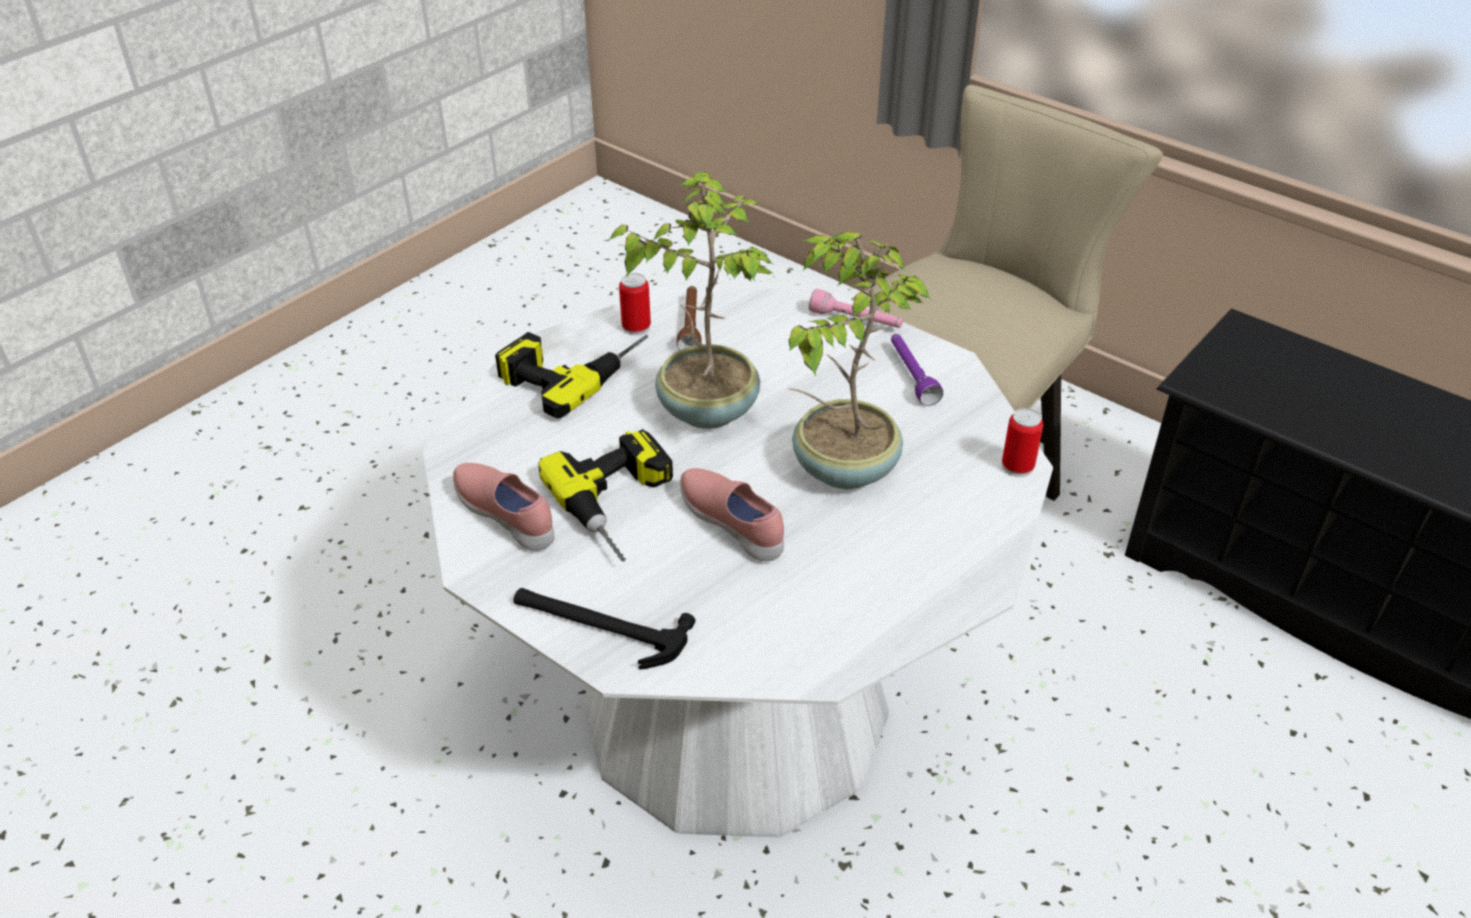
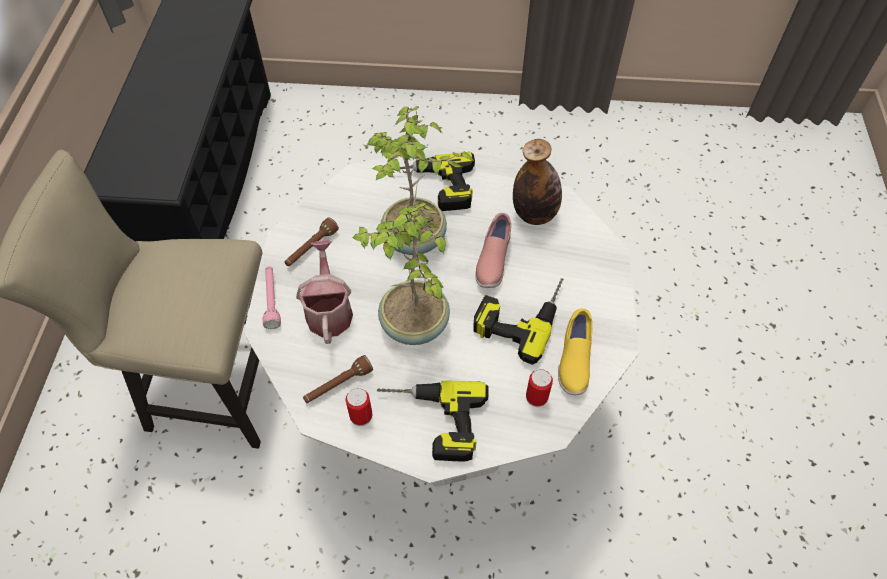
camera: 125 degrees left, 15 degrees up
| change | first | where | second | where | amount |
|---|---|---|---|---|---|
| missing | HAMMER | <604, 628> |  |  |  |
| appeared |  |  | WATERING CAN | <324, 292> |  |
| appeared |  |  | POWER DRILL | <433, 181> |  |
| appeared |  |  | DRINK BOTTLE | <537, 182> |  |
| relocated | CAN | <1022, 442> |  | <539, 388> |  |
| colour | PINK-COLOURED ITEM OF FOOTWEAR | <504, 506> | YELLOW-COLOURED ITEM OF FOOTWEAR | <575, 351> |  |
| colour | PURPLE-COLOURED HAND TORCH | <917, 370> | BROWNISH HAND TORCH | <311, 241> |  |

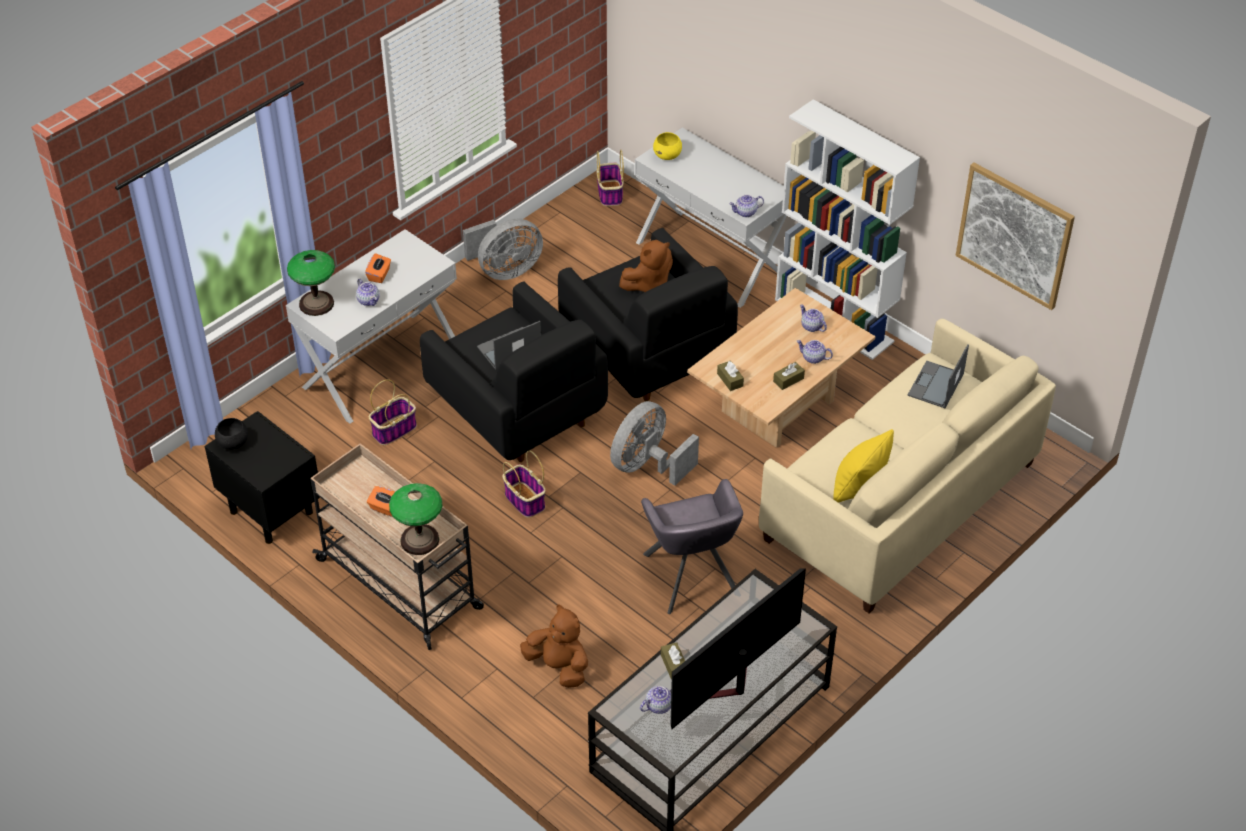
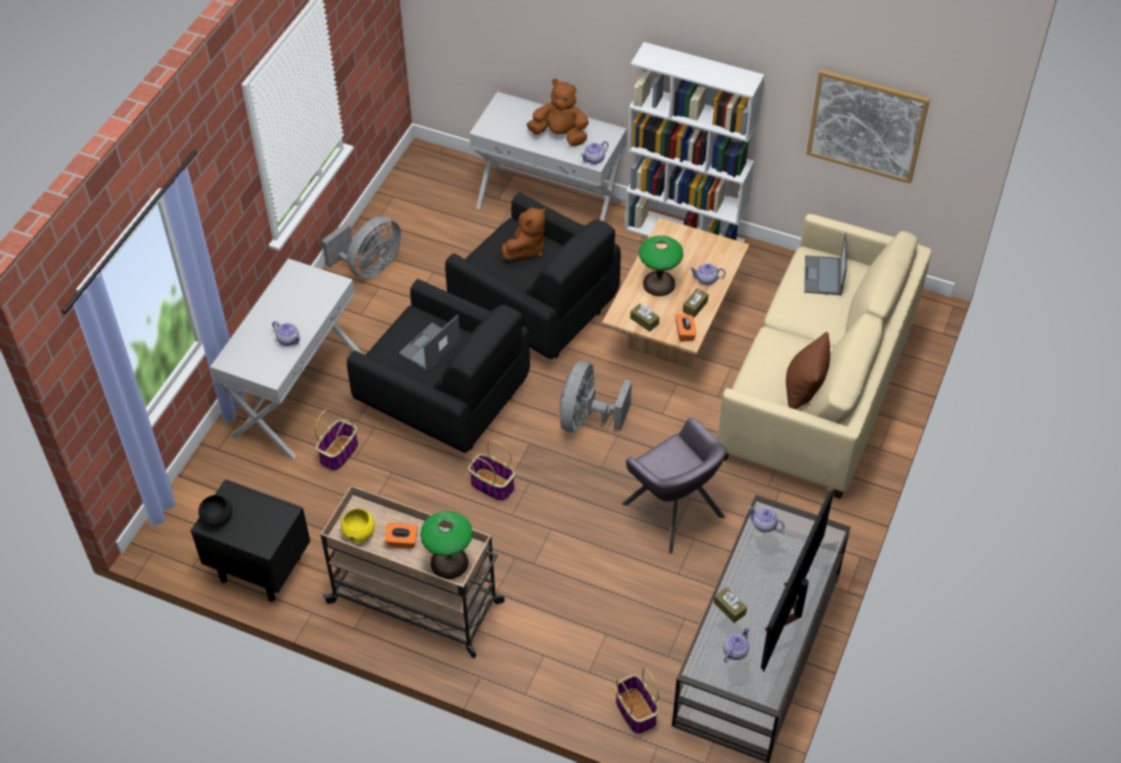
camera: 20 degrees left, 5 degrees up
| change | first | where | second | where | amount |
|---|---|---|---|---|---|
| relocated | TABLETOP LAMP | <311, 283> |  | <661, 266> |  |
| relocated | ORANGE TISSUE BOX | <378, 268> |  | <686, 328> |  |
| relocated | BROWNISH CUDDLY TOY | <554, 646> |  | <558, 112> |  |
| relocated | HOUSEHOLD BASKET | <610, 177> |  | <637, 701> |  |
| relocated | YELLOW-COLOURED BOWL | <667, 146> |  | <358, 526> |  |
| relocated | TEA POT | <813, 318> |  | <766, 519> |  |
| colour | YELLOW-COLOURED PILLOW | <863, 466> | BROWNISH PILLOW | <808, 370> |  |

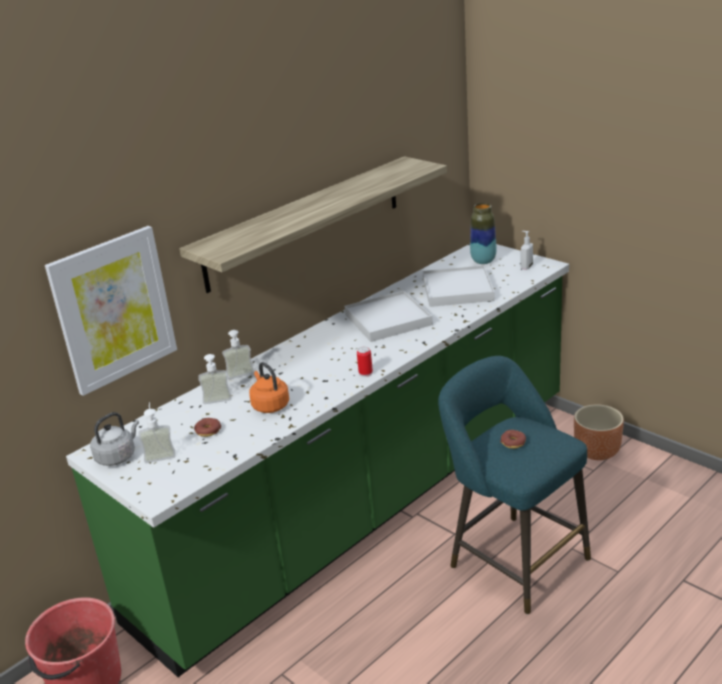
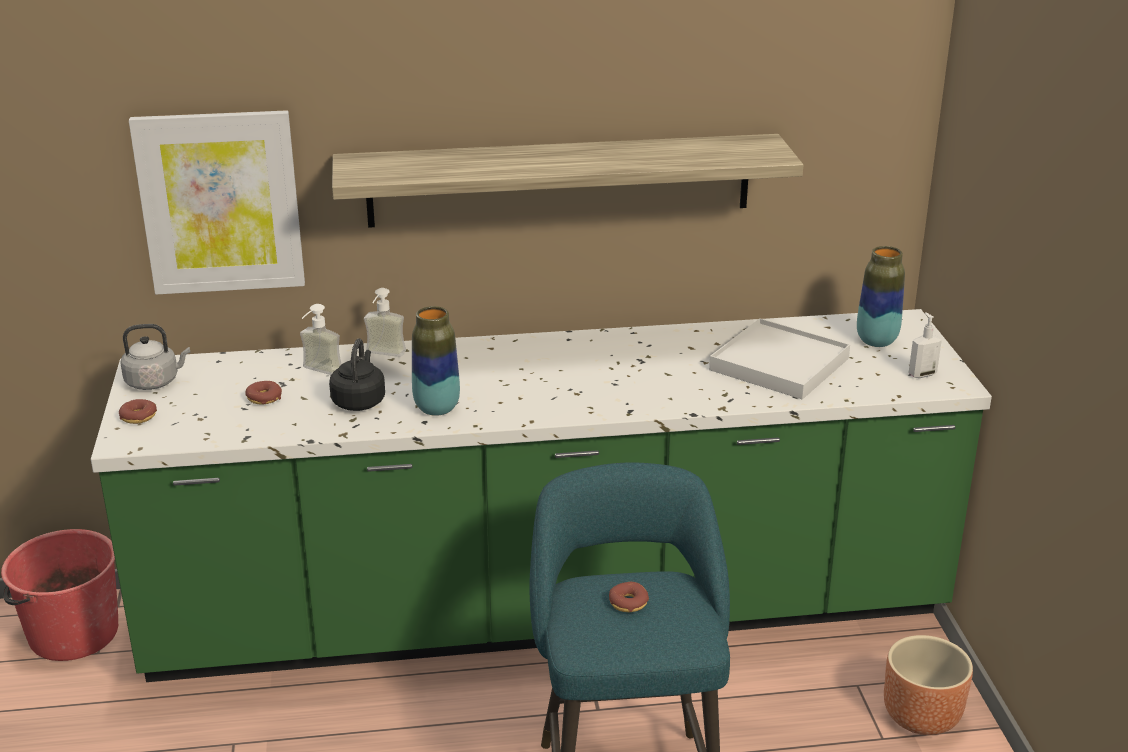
camera: 35 degrees right, 0 degrees up
| change | first | where | second | where | amount |
|---|---|---|---|---|---|
| missing | LIQUID SOAP BOTTLE | <157, 432> |  |  |  |
| missing | WHITE-COLOURED TRAY | <389, 316> |  |  |  |
| missing | CAN | <365, 362> |  |  |  |
| appeared |  |  | RING DOUGHNUT | <138, 411> |  |
| appeared |  |  | FLOWER VASE | <436, 361> |  |
| colour | ORANGE WATER KETTLE | <269, 387> | BLACK WATER KETTLE | <357, 375> |  |

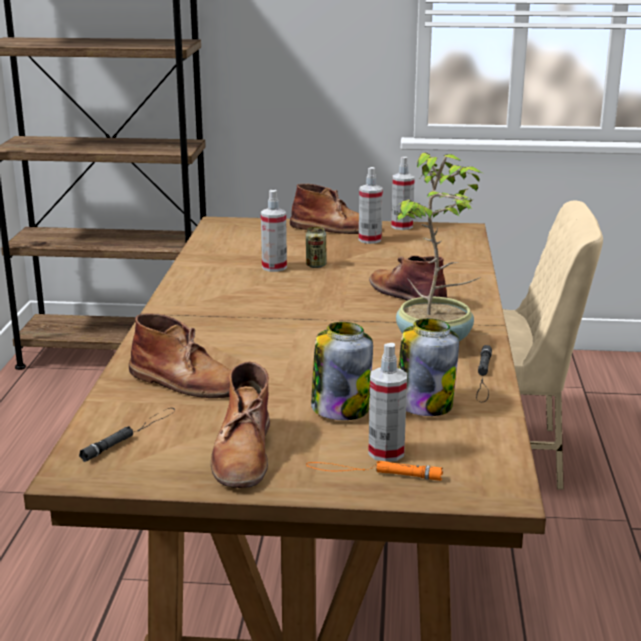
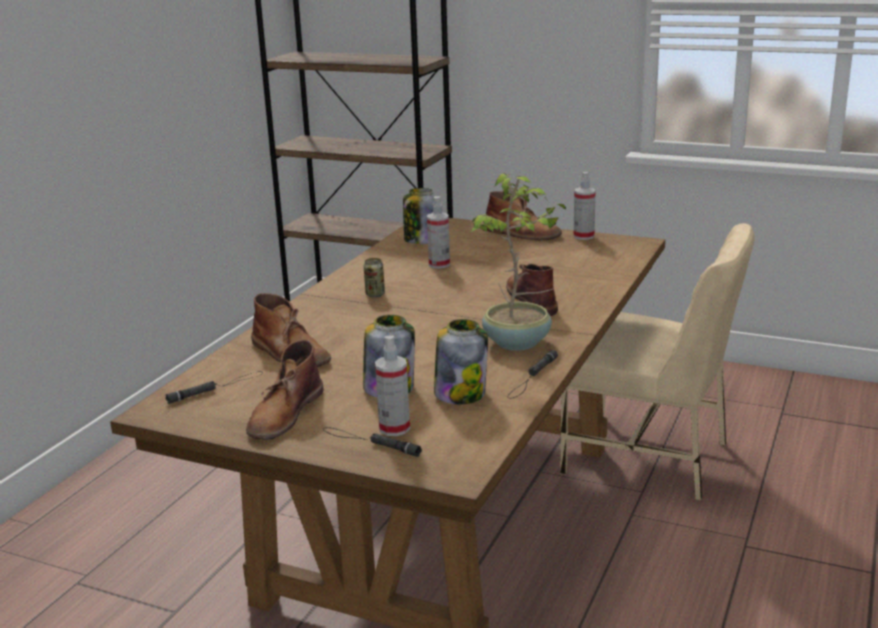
camera: 20 degrees right, 0 degrees up
| change | first | where | second | where | amount |
|---|---|---|---|---|---|
| missing | SPRAY BOTTLE | <371, 205> |  |  |  |
| appeared |  |  | JAR | <420, 216> |  |
| relocated | CAN | <316, 247> |  | <374, 277> |  |
| colour | ORANGE HAND TORCH | <374, 471> | BLACK HAND TORCH | <372, 442> |  |

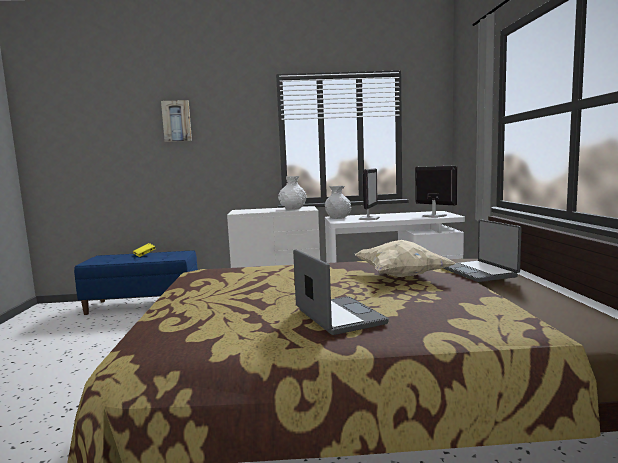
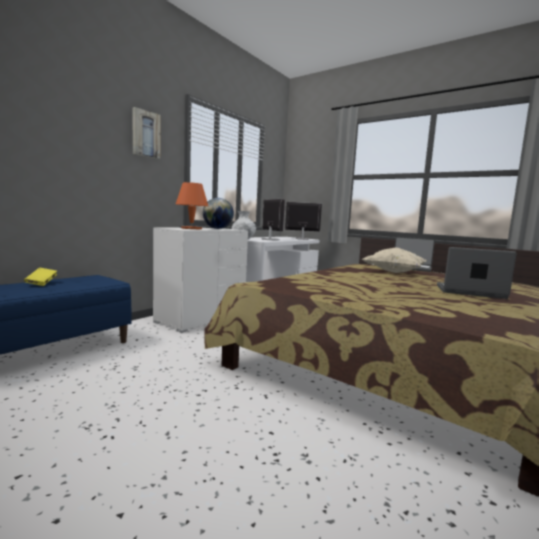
camera: 50 degrees left, 0 degrees up
| change | first | where | second | where | amount |
|---|---|---|---|---|---|
| appeared |  |  | ORANGE TABLETOP LAMP | <192, 205> |  |
| relocated | WALL PICTURE | <176, 121> |  | <146, 133> |  |
| exchanged | WHITE-COLOURED FLOWER VASE | <292, 193> | GLOBE | <218, 213> |  |

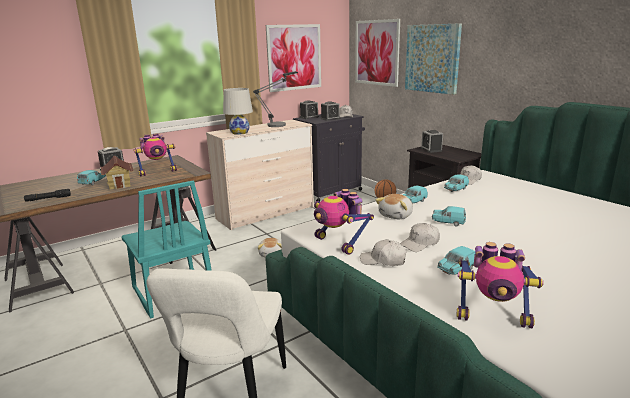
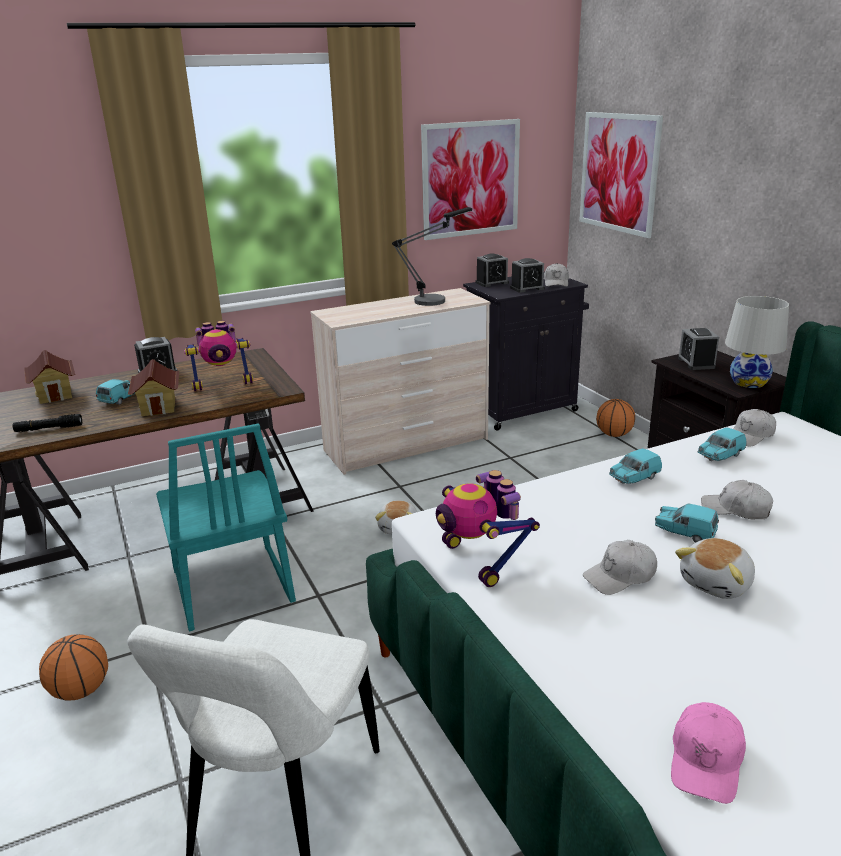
camera: 10 degrees right, 5 degrees up
| change | first | where | second | where | amount |
|---|---|---|---|---|---|
| missing | WALL PICTURE | <433, 59> |  |  |  |
| missing | TURQUOISE-COLOURED MINIATURE CAR | <456, 260> |  |  |  |
| appeared |  |  | TOY HOUSE | <49, 377> |  |
| appeared |  |  | BASKETBALL BALL | <73, 667> |  |
| relocated | WHITE-COLOURED TABLETOP LAMP | <238, 111> |  | <757, 342> |  |
| relocated | WHITE-COLOURED PEAKED CAP | <383, 252> |  | <737, 500> |  |
| relocated | CUDDLY TOY | <394, 206> |  | <715, 568> |  |
| exchanged | ROBOT FIGURE | <500, 285> | PINK-COLOURED PEAKED CAP | <708, 753> |  |

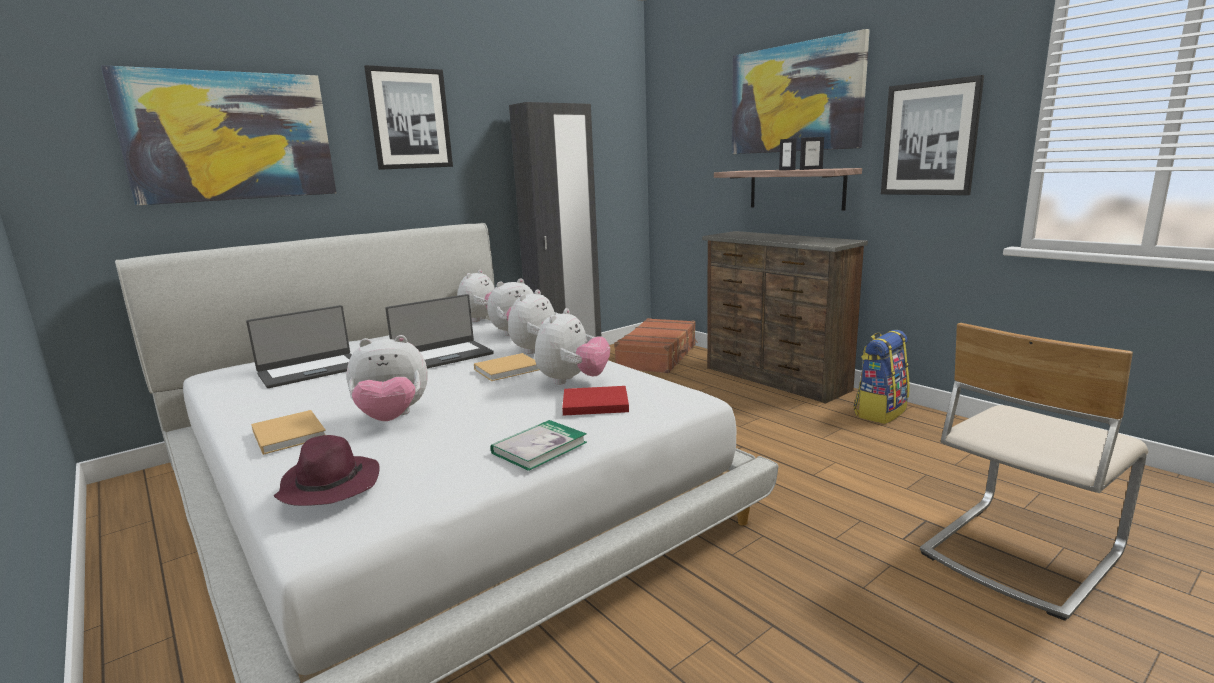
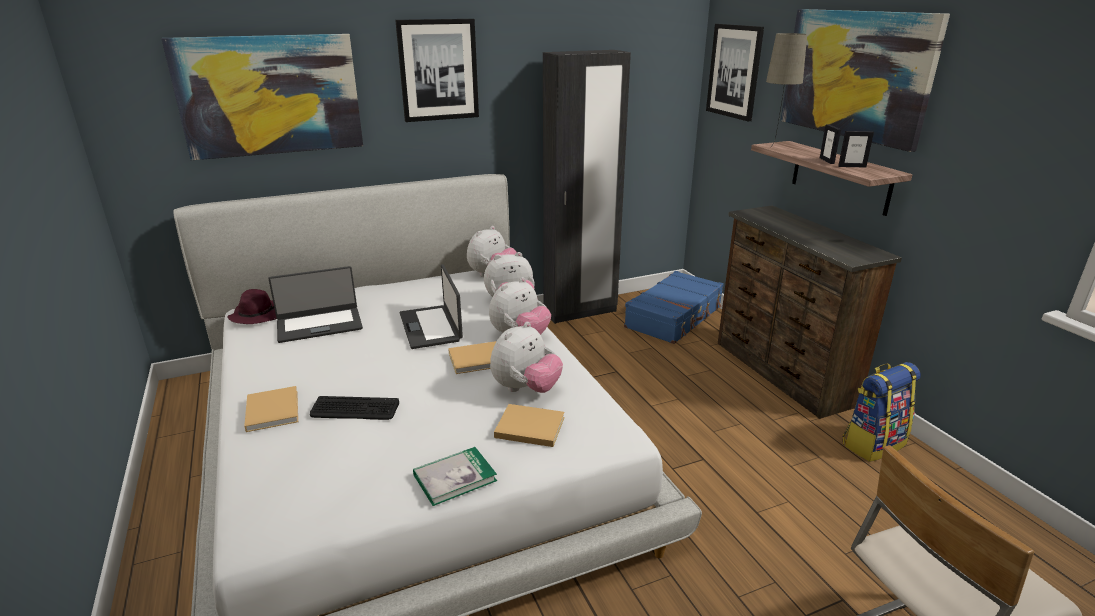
camera: 15 degrees right, 10 degrees up
| change | first | where | second | where | amount |
|---|---|---|---|---|---|
| appeared |  |  | BEIGE TABLETOP LAMP | <786, 90> |  |
| relocated | PURPLE-COLOURED HAT | <327, 470> |  | <252, 306> |  |
| relocated | WALL PICTURE | <932, 135> |  | <735, 72> |  |
| exchanged | CUDDLY TOY | <387, 378> | COMPUTER KEYBOARD | <354, 408> |  |
| colour | RED BOUND BOOK | <595, 401> | BEIGE BOUND BOOK | <529, 425> |  |
| colour | BROWNISH SUITCASE | <656, 345> | BLUE SUITCASE | <674, 307> |  |
| spun | LAPTOP | <439, 331> |  | <431, 306> | 90 degrees clockwise |

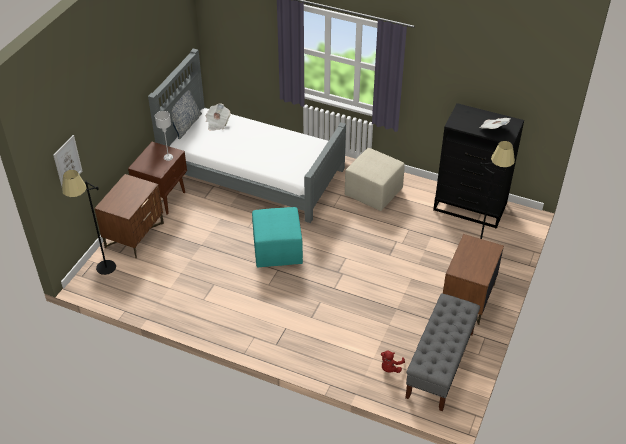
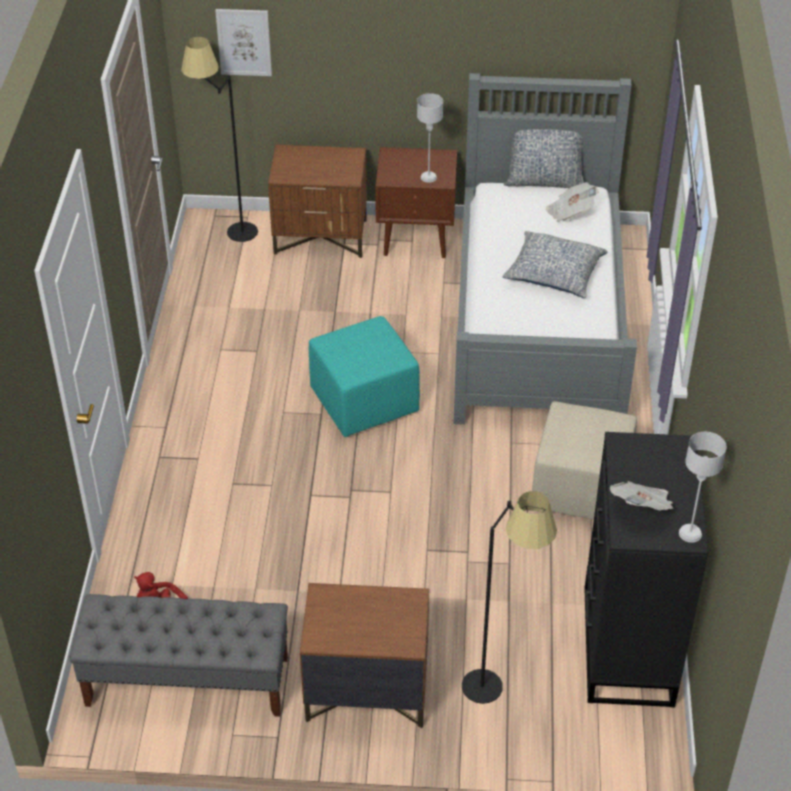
camera: 70 degrees right, 0 degrees up
| change | first | where | second | where | amount |
|---|---|---|---|---|---|
| appeared |  |  | PILLOW | <555, 264> |  |
| appeared |  |  | GREYISH TABLETOP LAMP | <703, 487> |  |

